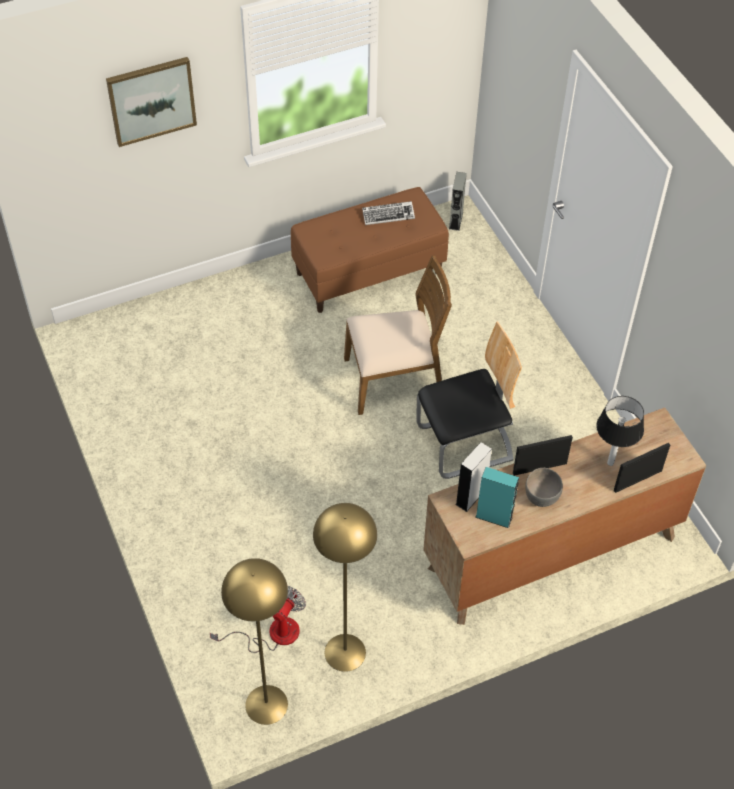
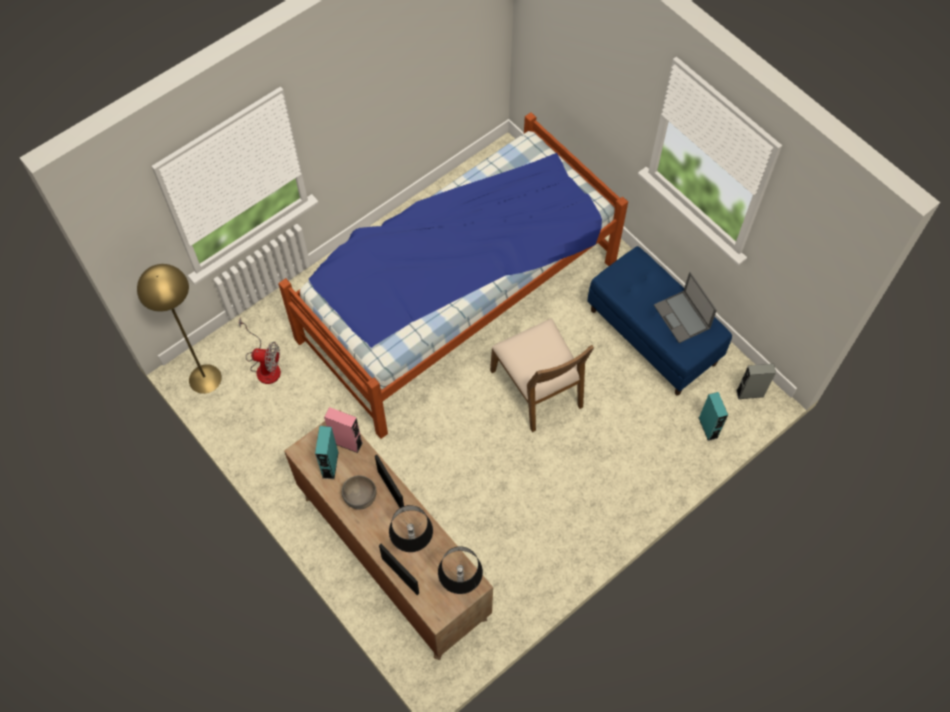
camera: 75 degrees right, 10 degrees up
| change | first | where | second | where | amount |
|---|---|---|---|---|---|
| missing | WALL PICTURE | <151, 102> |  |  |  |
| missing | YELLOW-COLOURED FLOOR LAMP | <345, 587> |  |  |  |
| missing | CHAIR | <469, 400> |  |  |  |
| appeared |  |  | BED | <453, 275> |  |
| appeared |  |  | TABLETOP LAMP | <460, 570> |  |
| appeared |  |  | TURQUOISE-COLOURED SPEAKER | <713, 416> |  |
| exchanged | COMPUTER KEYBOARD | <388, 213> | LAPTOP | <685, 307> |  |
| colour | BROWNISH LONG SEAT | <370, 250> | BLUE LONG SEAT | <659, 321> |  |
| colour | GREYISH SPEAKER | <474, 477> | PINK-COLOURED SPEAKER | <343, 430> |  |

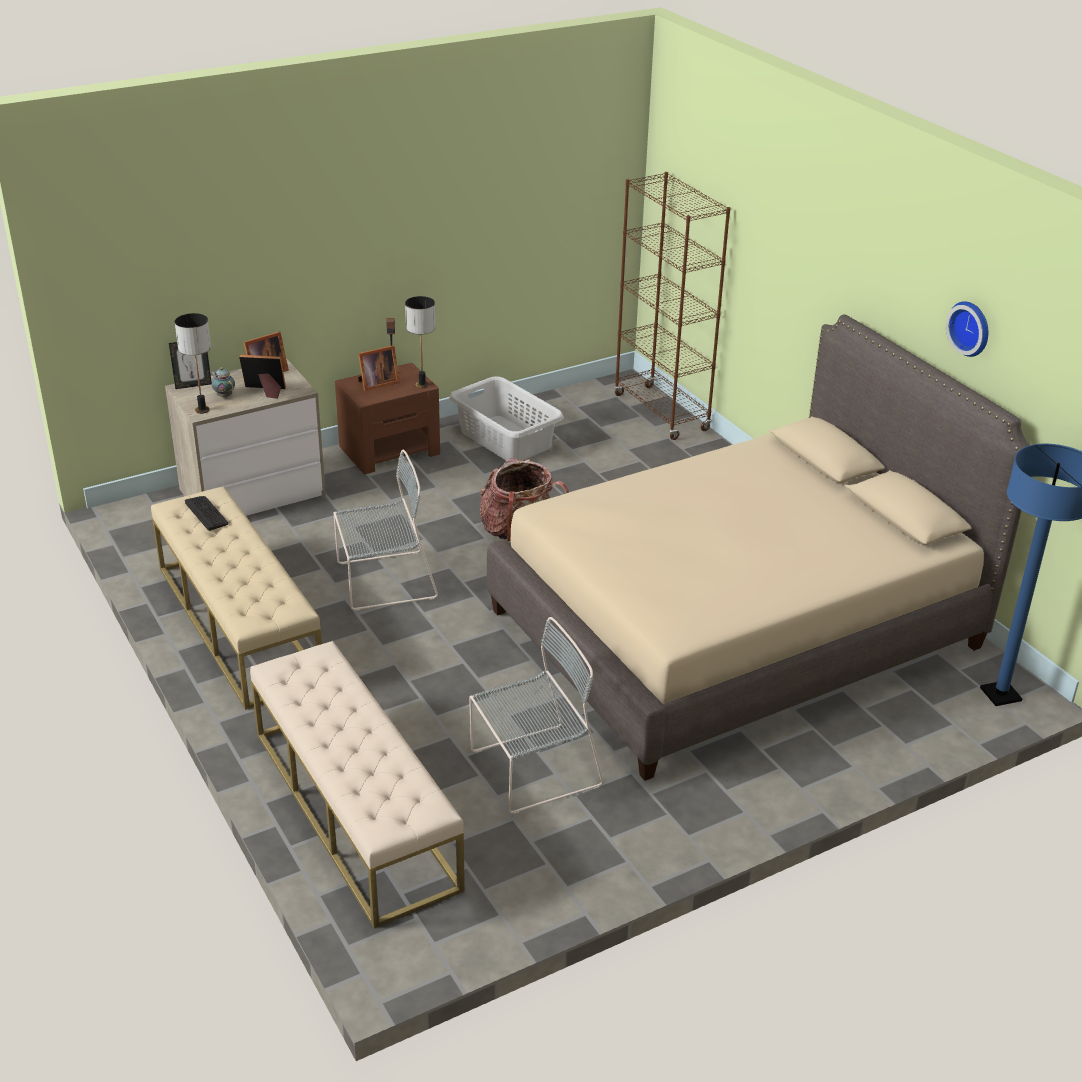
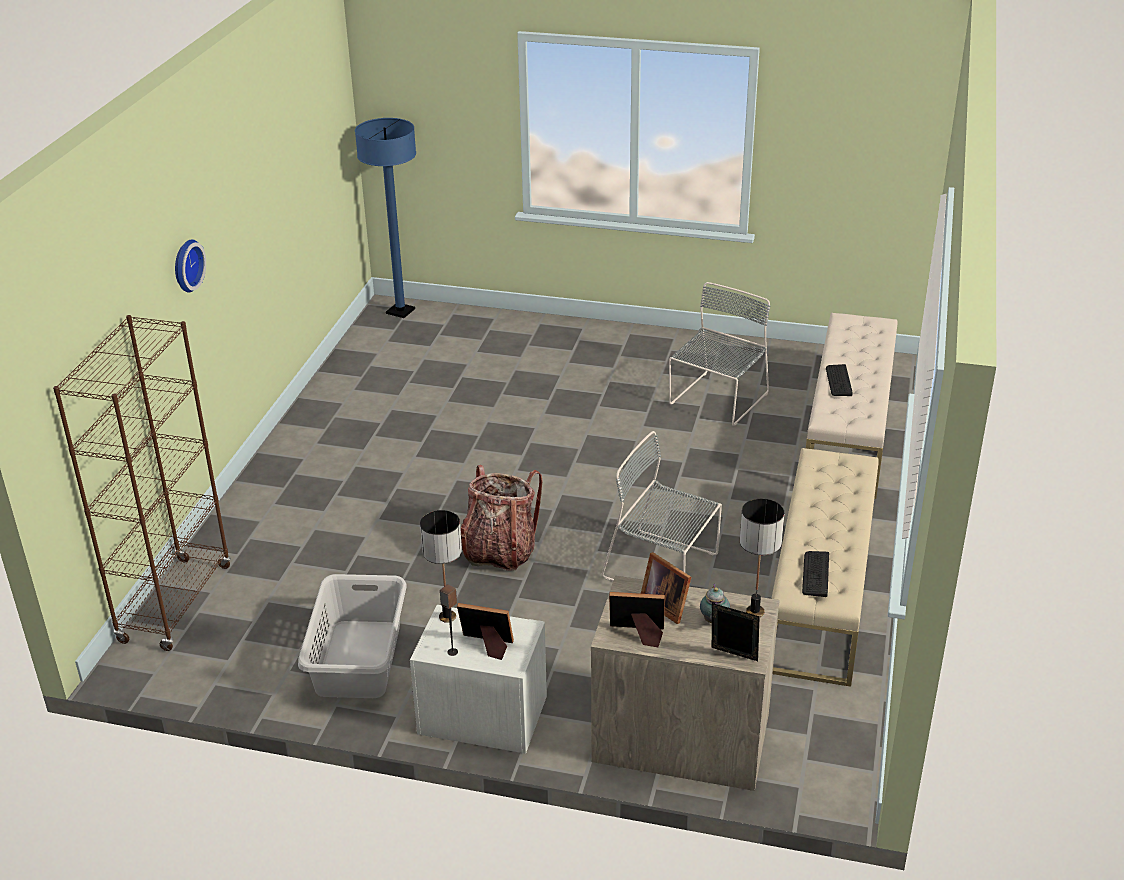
camera: 135 degrees left, 0 degrees up
| change | first | where | second | where | amount |
|---|---|---|---|---|---|
| missing | BEIGE BED | <758, 547> |  |  |  |
| appeared |  |  | COMPUTER KEYBOARD | <839, 380> |  |
| relocated | HANGING CLOCK | <967, 329> |  | <190, 266> |  |
| colour | BROWNISH BEDSIDE TABLE | <387, 418> | WHITE-COLOURED BEDSIDE TABLE | <478, 679> |  |
| spun | GREYISH CHAIR | <536, 715> |  | <719, 354> | 105 degrees clockwise |

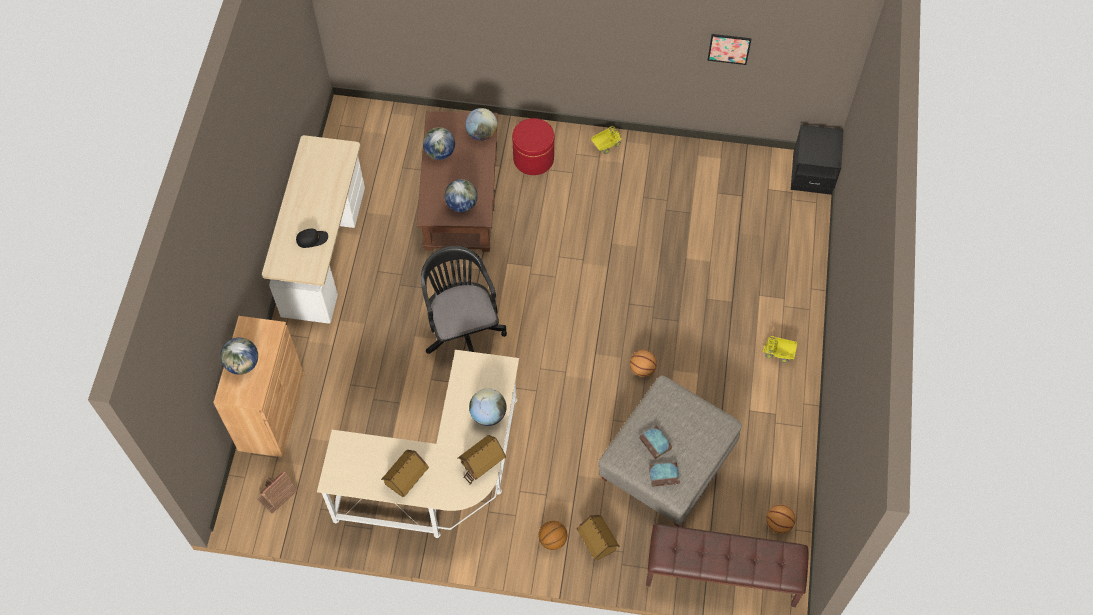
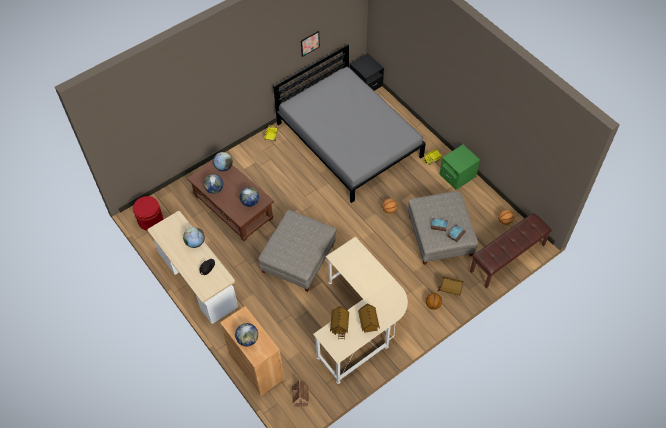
camera: 45 degrees left, 5 degrees down
| change | first | where | second | where | amount |
|---|---|---|---|---|---|
| appeared |  |  | GREYISH BED | <349, 123> |  |
| appeared |  |  | GREEN-COLOURED BEDSIDE TABLE | <459, 167> |  |
| relocated | TOY HOUSE | <481, 460> |  | <339, 323> |  |
| relocated | GLOBE | <487, 407> |  | <194, 237> |  |
| relocated | RED POUFFE | <533, 146> |  | <148, 213> |  |
| exchanged | BLACK COMPUTER CHAIR | <464, 300> | GREYISH POUFFE | <297, 251> |  |

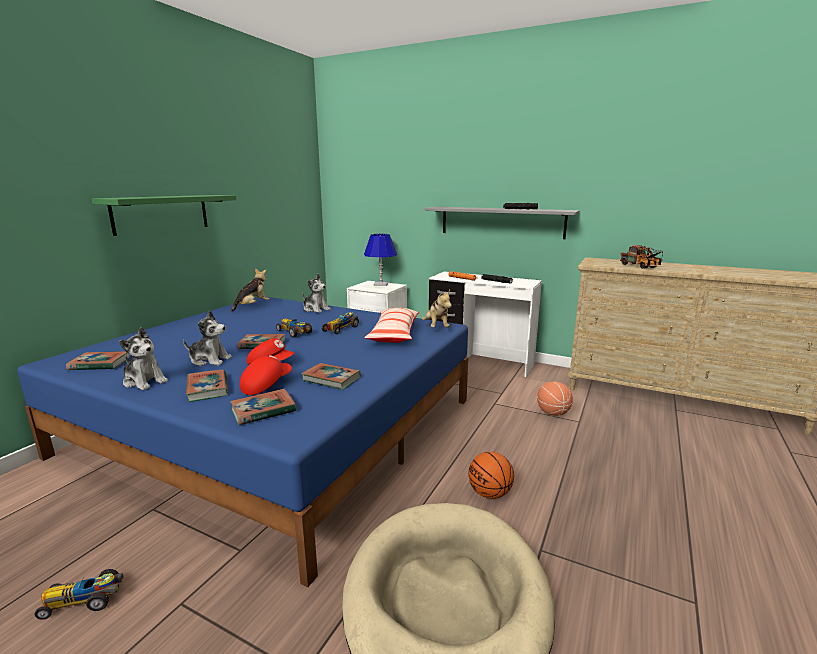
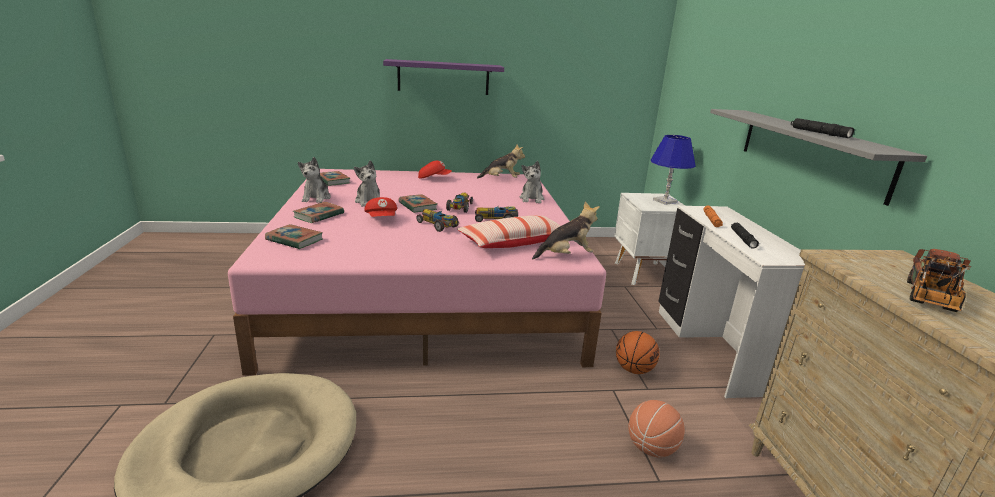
camera: 55 degrees right, 5 degrees up
| change | first | where | second | where | amount |
|---|---|---|---|---|---|
| missing | BOUND BOOK | <331, 376> |  |  |  |
| relocated | MINIATURE CAR | <78, 594> |  | <437, 220> |  |
| relocated | RED PEAKED CAP | <266, 375> |  | <435, 170> |  |
| relocated | BASKETBALL BALL | <491, 475> |  | <638, 352> |  |
| colour | BLUE BED | <242, 442> | PINK-COLOURED BED | <417, 272> |  |
| colour | GREEN-COLOURED BRACKET SHELF | <164, 215> | PURPLE-COLOURED BRACKET SHELF | <443, 77> |  |
| spun | CUDDLY TOY | <437, 308> |  | <566, 230> | 150 degrees counterclockwise |

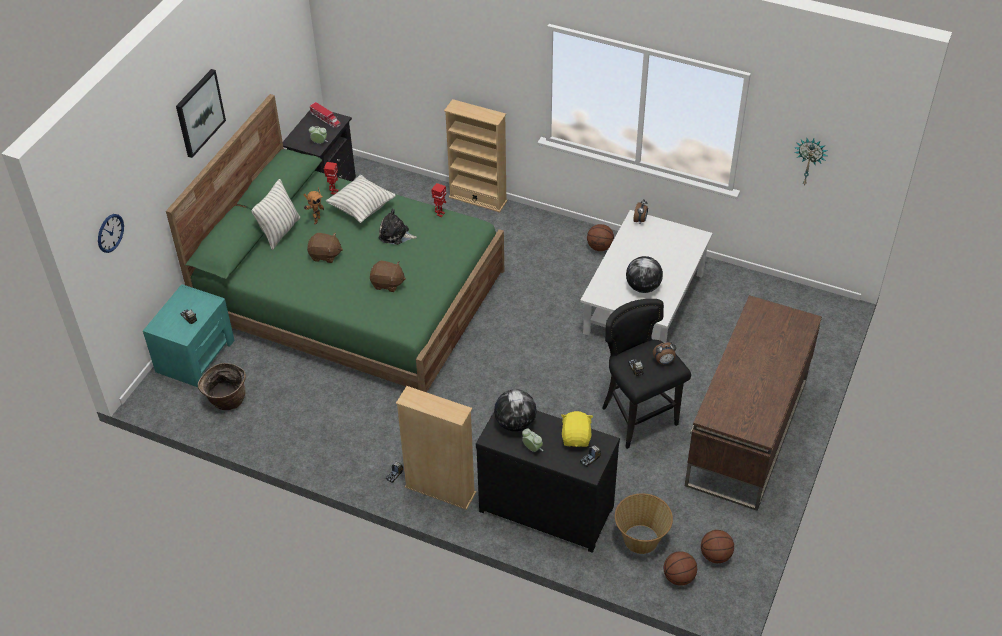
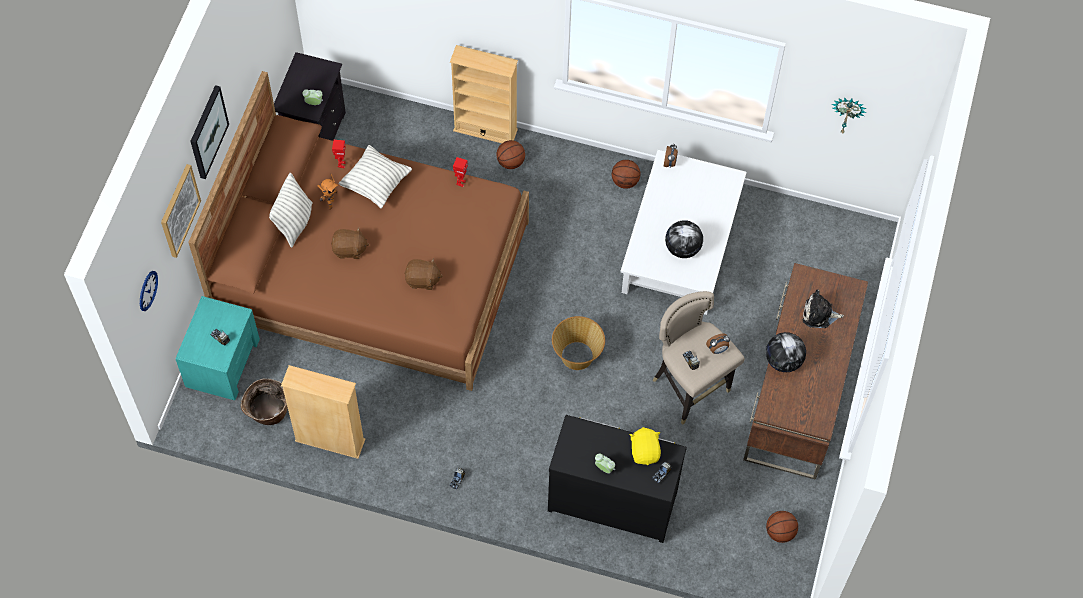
camera: 10 degrees left, 15 degrees up
| change | first | where | second | where | amount |
|---|---|---|---|---|---|
| missing | MODEL TRUCK | <325, 115> |  |  |  |
| appeared |  |  | WALL PICTURE | <181, 211> |  |
| relocated | CUDDLY TOY | <398, 227> |  | <823, 308> |  |
| relocated | BEIGE BOOKCASE | <436, 448> |  | <323, 412> |  |
| relocated | GLOBE | <515, 410> |  | <786, 352> |  |
| relocated | HOUSEHOLD BASKET | <644, 523> |  | <578, 343> |  |
| relocated | BASKETBALL BALL | <680, 568> |  | <511, 154> |  |
| colour | GREEN-COLOURED BED | <335, 243> | BROWNISH BED | <358, 231> |  |
| colour | BLACK STOOL | <646, 374> | BEIGE STOOL | <698, 358> |  |

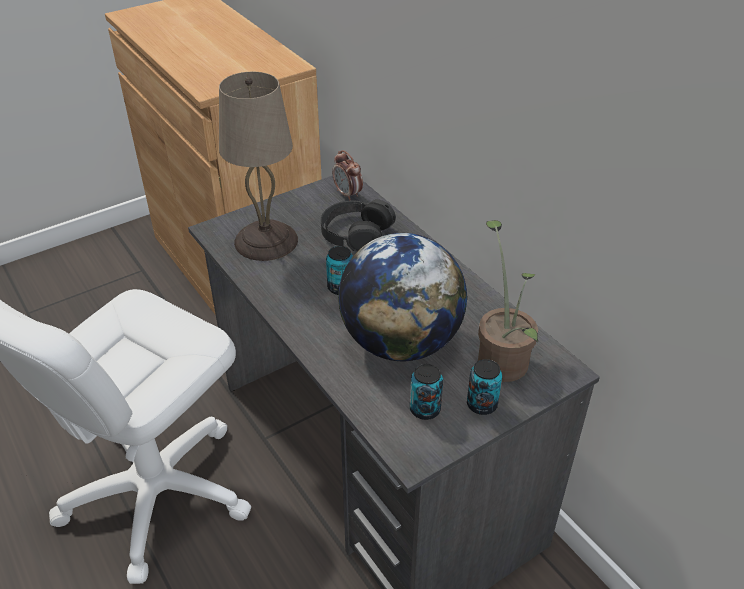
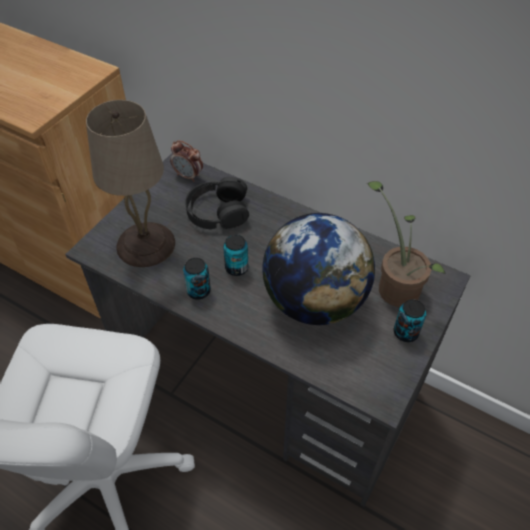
camera: 25 degrees left, 10 degrees up
| change | first | where | second | where | amount |
|---|---|---|---|---|---|
| relocated | CAN | <426, 392> |  | <197, 279> |  |

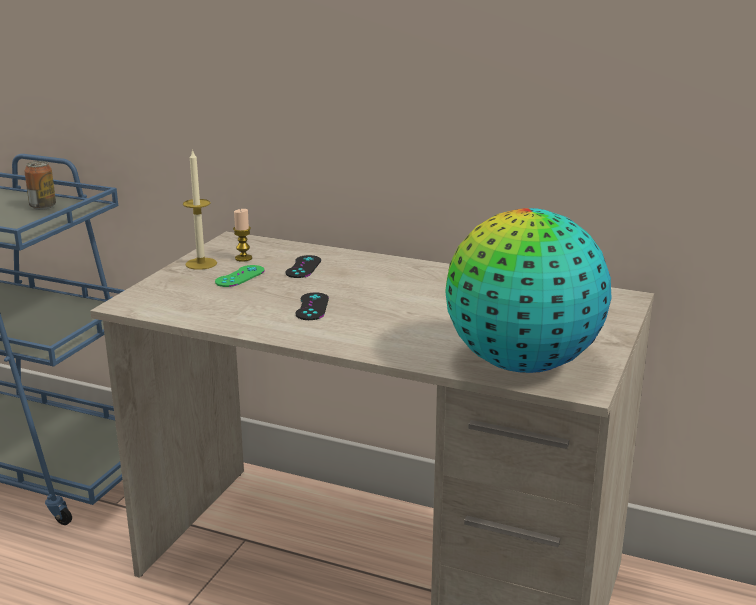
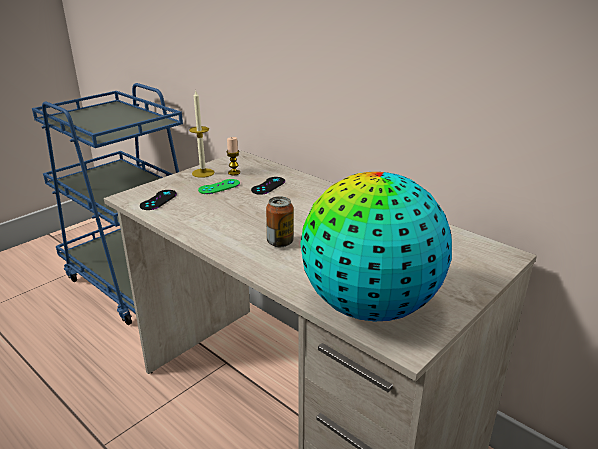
camera: 20 degrees right, 5 degrees up
| change | first | where | second | where | amount |
|---|---|---|---|---|---|
| relocated | CAN | <40, 185> |  | <280, 221> |  |
| relocated | BLACK GAME CONTROLLER | <312, 306> |  | <158, 200> |  |

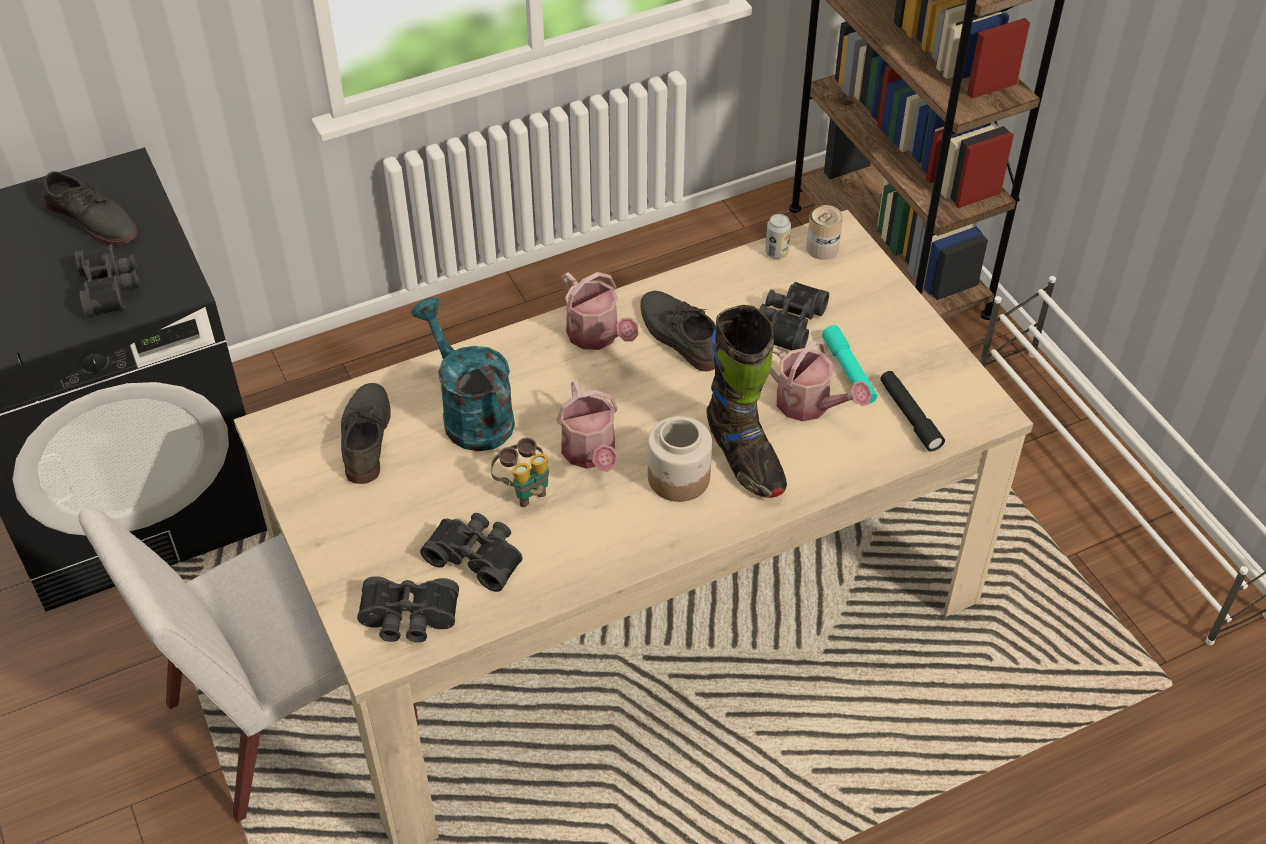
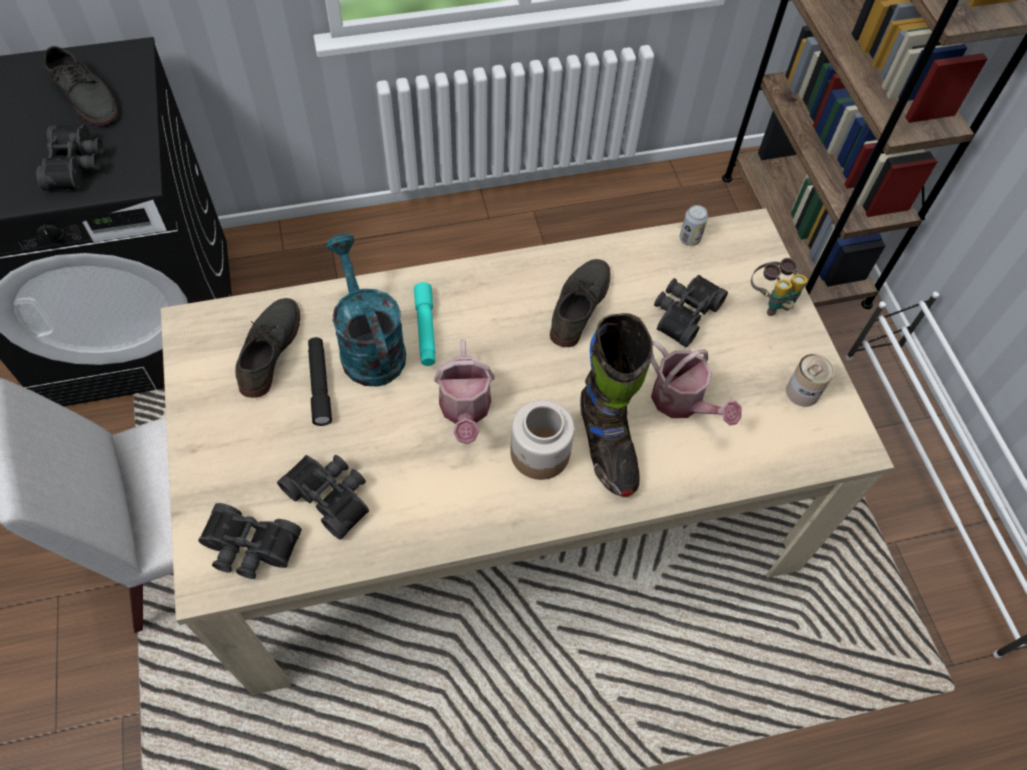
camera: 10 degrees right, 10 degrees up
| change | first | where | second | where | amount |
|---|---|---|---|---|---|
| missing | WATERING CAN | <600, 311> |  |  |  |
| relocated | BINOCULARS | <520, 472> |  | <779, 287> |  |
| relocated | CAN | <824, 232> |  | <810, 380> |  |
| relocated | TURQUOISE-COLOURED HAND TORCH | <849, 364> |  | <424, 324> |  |
| relocated | BLACK HAND TORCH | <912, 411> |  | <320, 381> |  |
| spun | GREYISH ITEM OF FOOTWEAR | <678, 331> |  | <580, 303> | 45 degrees clockwise |

